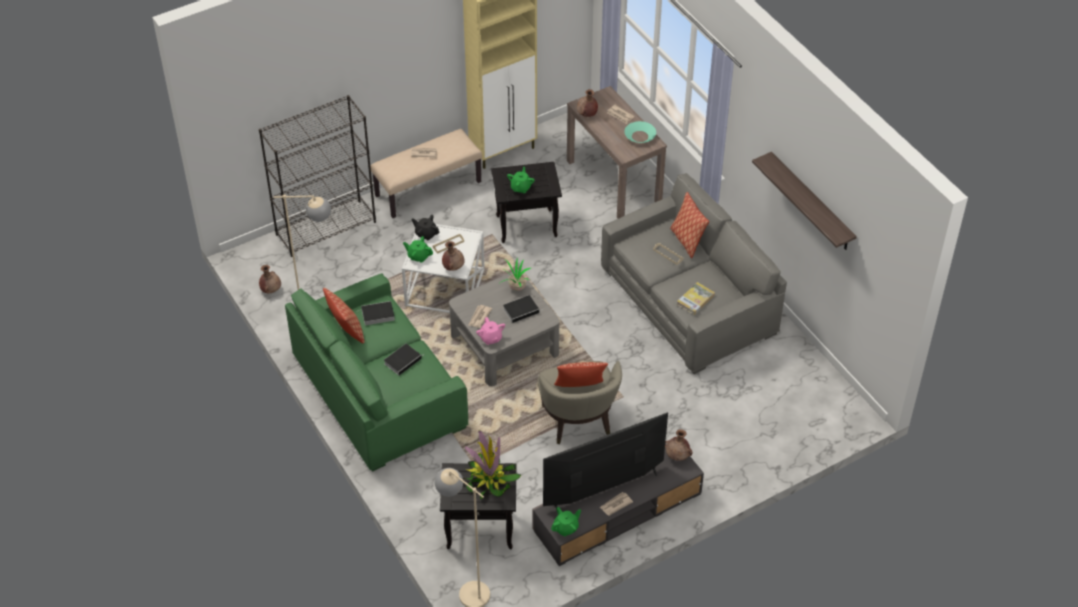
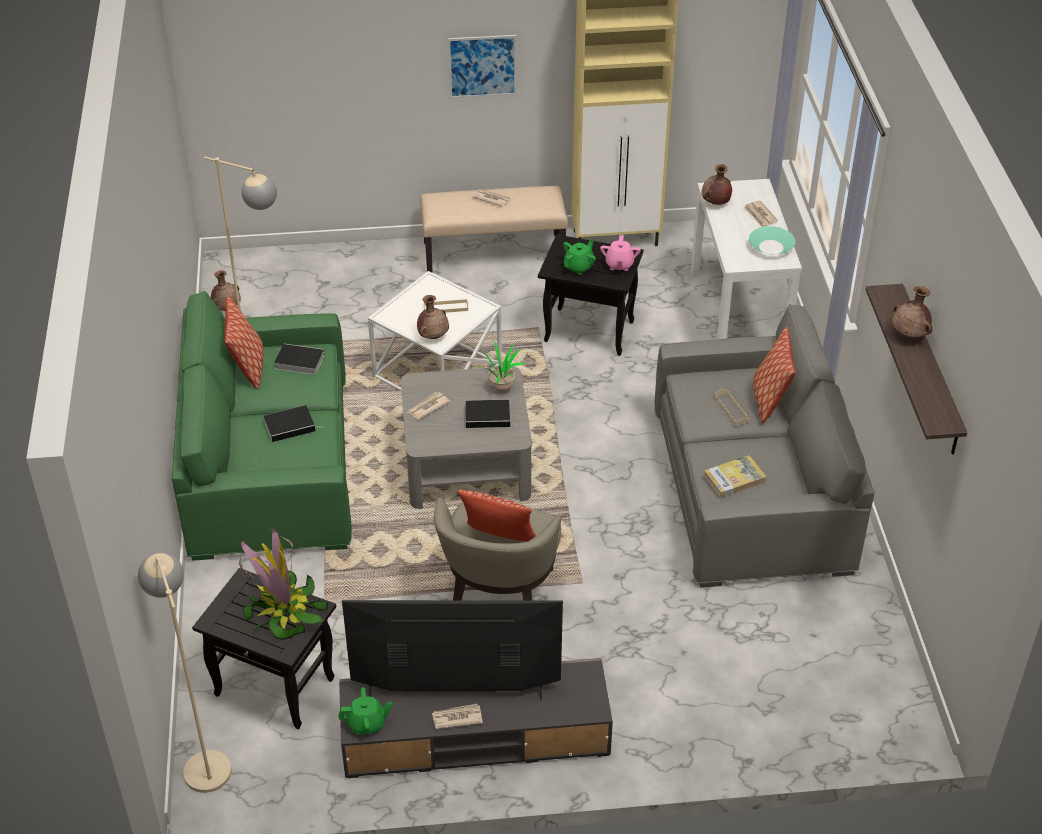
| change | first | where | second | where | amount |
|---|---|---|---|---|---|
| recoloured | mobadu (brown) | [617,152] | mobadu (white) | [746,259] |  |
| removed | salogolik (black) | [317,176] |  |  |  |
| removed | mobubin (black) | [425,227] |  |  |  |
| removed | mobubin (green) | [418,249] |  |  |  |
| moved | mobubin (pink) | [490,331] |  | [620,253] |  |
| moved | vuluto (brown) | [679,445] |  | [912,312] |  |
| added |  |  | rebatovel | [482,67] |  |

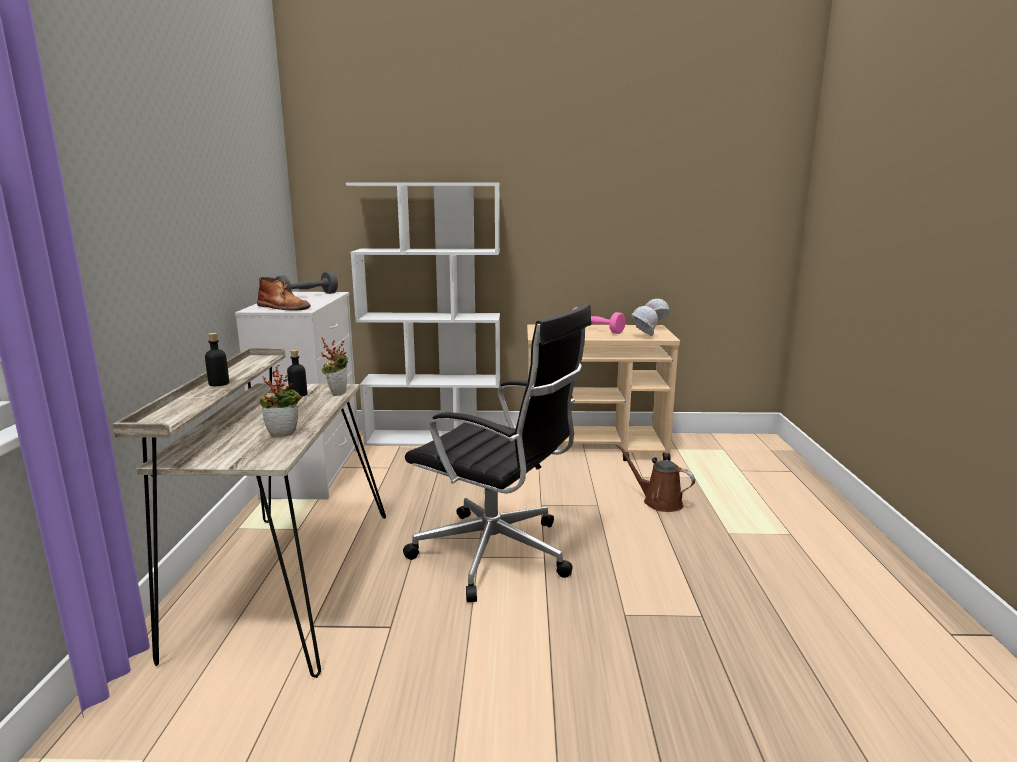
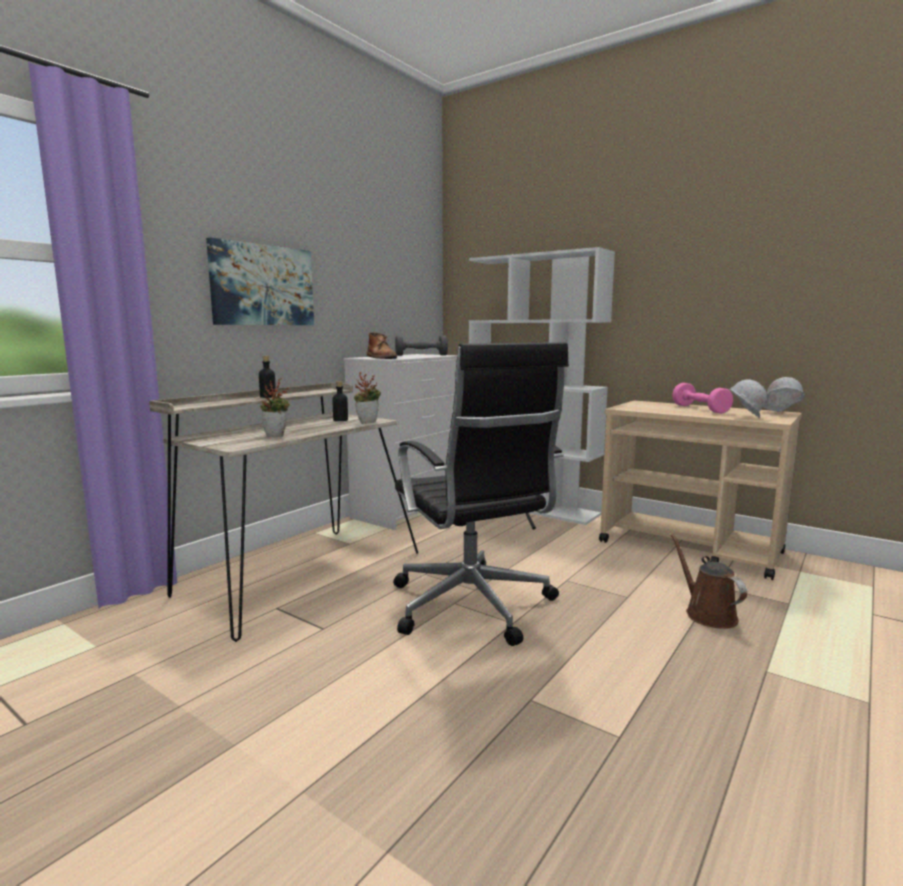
| change | first | where | second | where | amount |
|---|---|---|---|---|---|
| added |  |  | rebatovel | [260,281] |  |

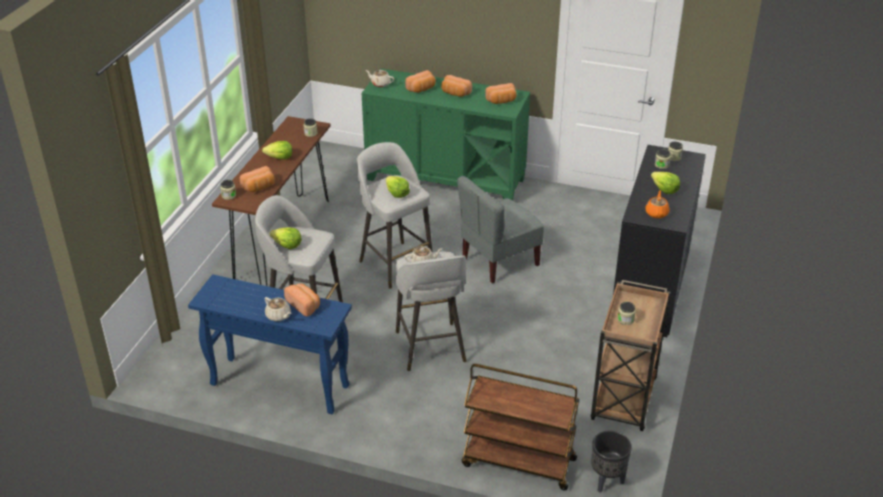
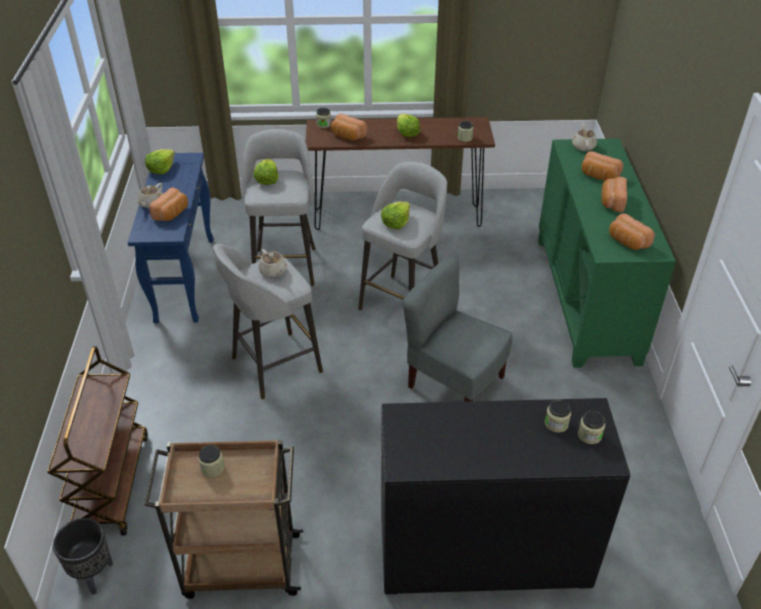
| change | first | where | second | where | amount |
|---|---|---|---|---|---|
| moved | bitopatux | [665,183] |  | [160,161] |  |
| removed | mobubin (orange) | [657,204] |  |  |  |

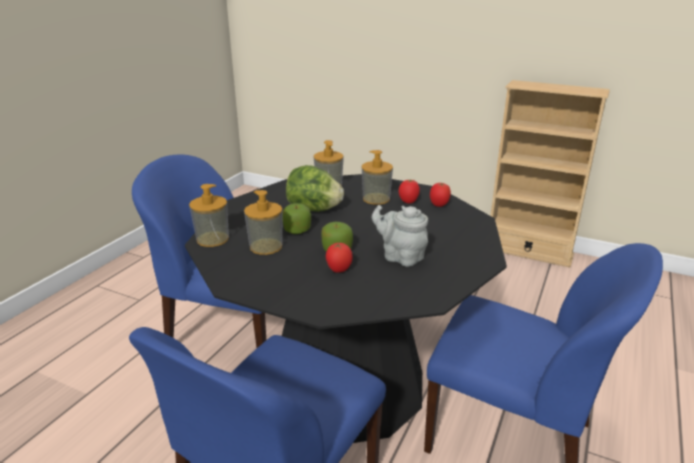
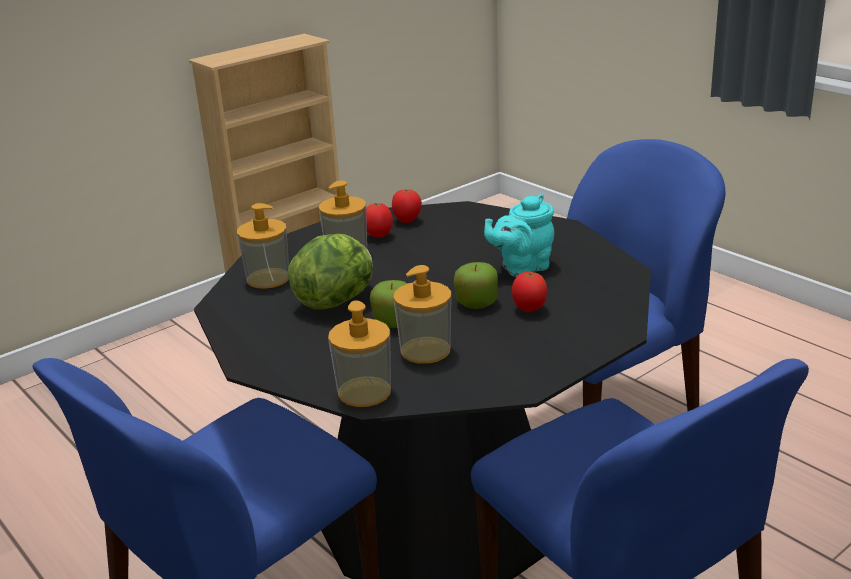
| change | first | where | second | where | amount |
|---|---|---|---|---|---|
| recoloured | mobubin (grey) | [400,236] | mobubin (turquoise) | [519,235] |  |

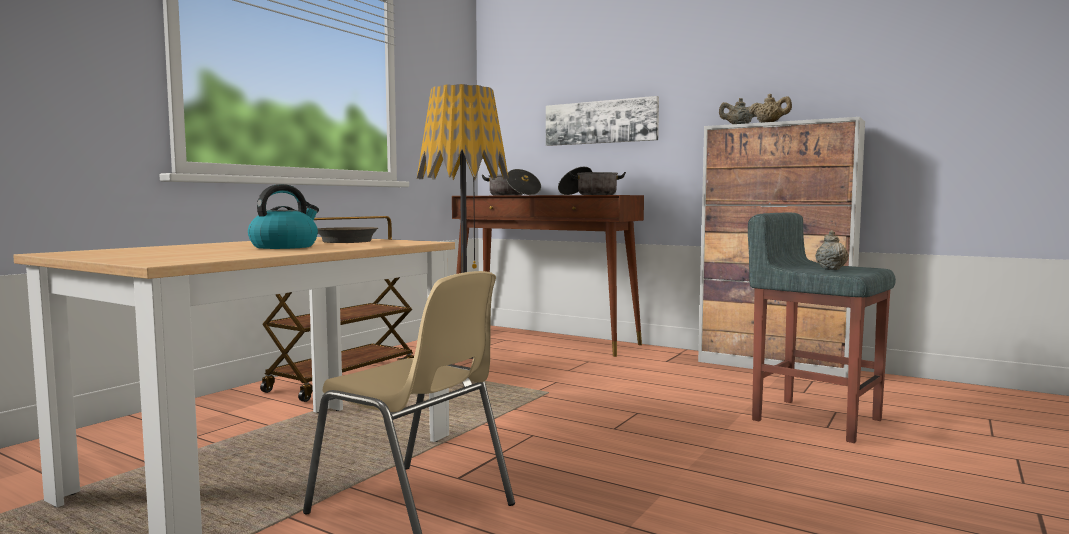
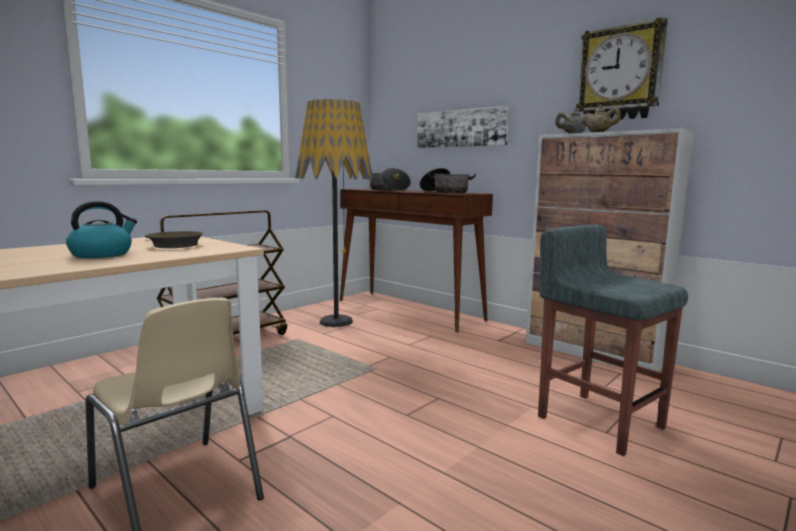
| change | first | where | second | where | amount |
|---|---|---|---|---|---|
| removed | mobubin (beige) | [832,250] |  |  |  |
| added |  |  | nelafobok | [622,68] |  |

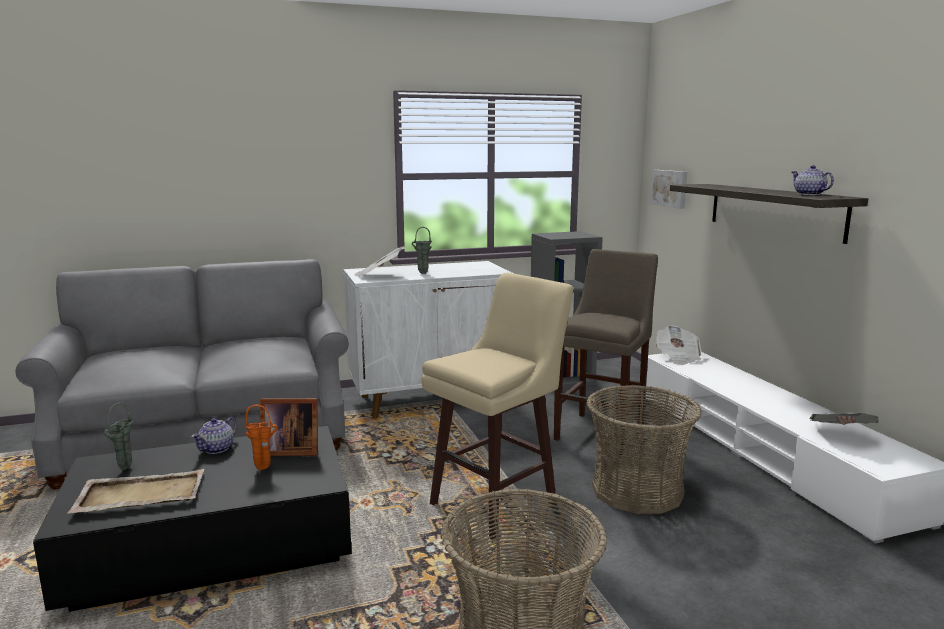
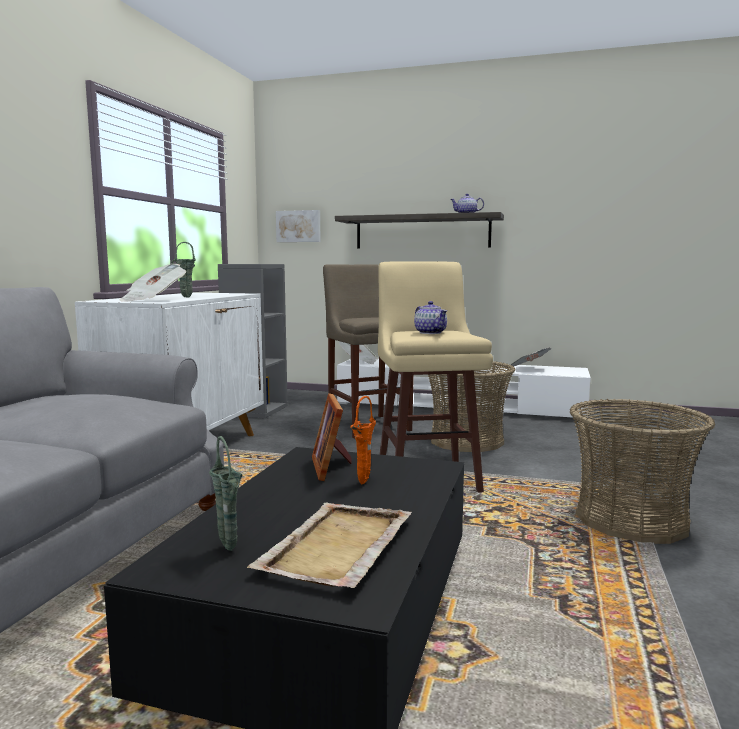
| change | first | where | second | where | amount |
|---|---|---|---|---|---|
| turned | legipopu | [289,427] |  | [332,437] | 135 degrees clockwise |
| moved | mobubin | [214,435] |  | [430,317] |  |

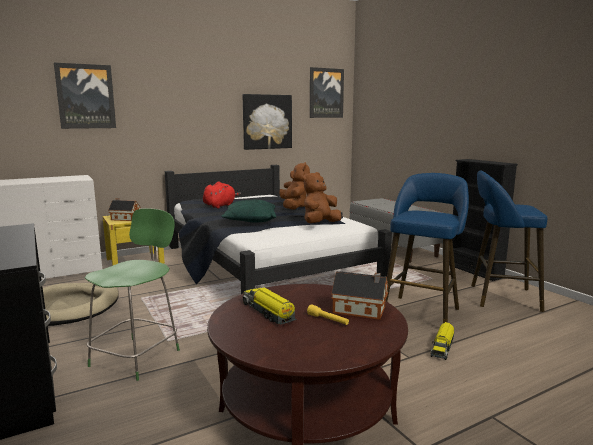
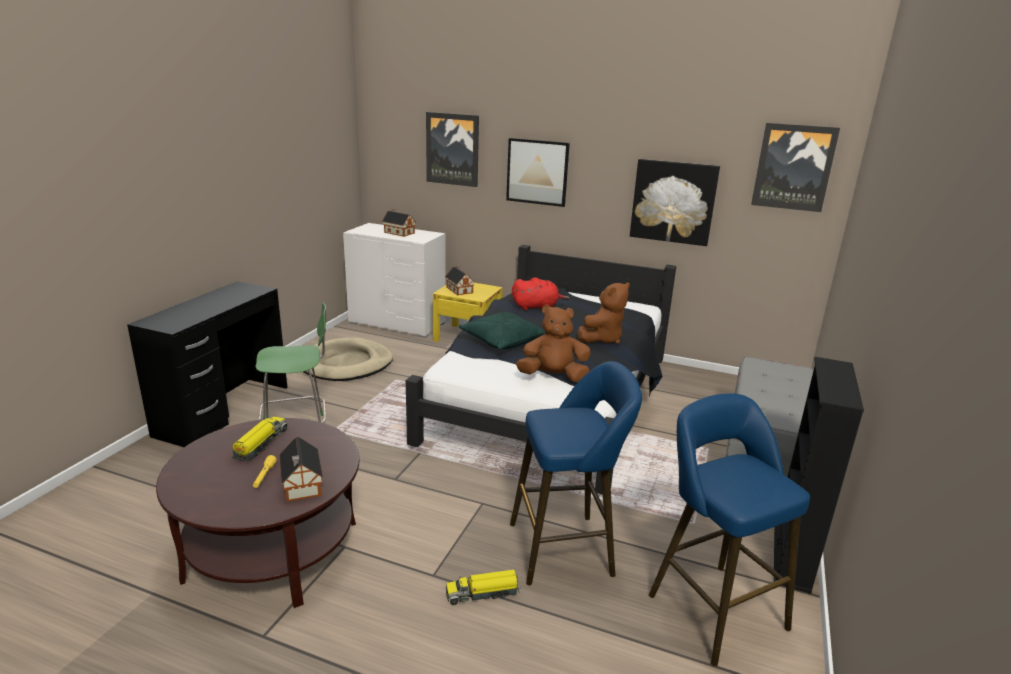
| change | first | where | second | where | amount |
|---|---|---|---|---|---|
| added |  |  | rebatovel | [538,172] |  |
| added |  |  | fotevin | [399,223] |  |

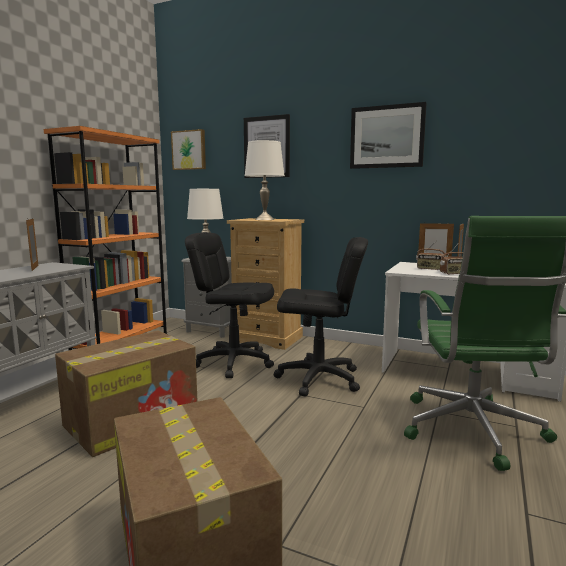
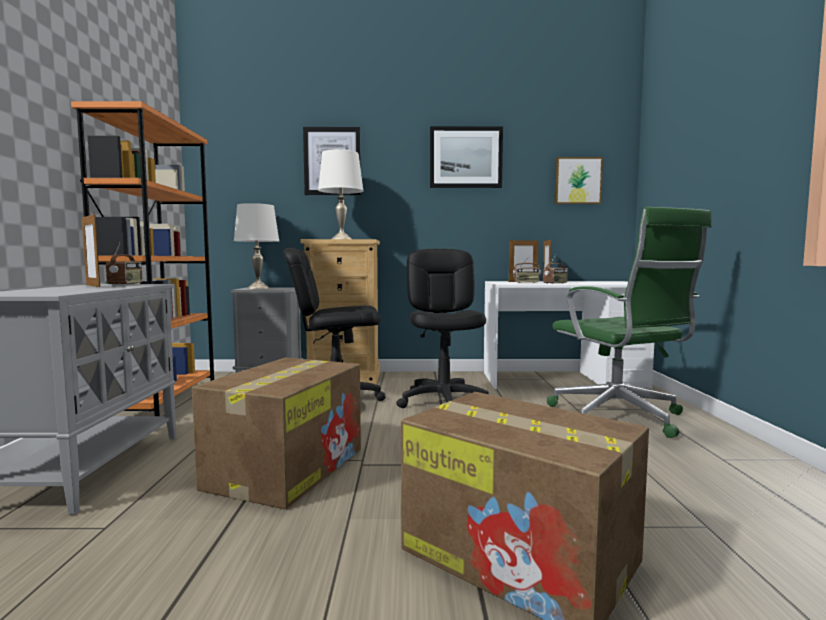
| change | first | where | second | where | amount |
|---|---|---|---|---|---|
| moved | rebatovel | [188,149] |  | [578,180] |  |
| turned | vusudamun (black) | [321,317] |  | [442,328] | 75 degrees counterclockwise |
| added |  |  | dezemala | [124,264] |  |

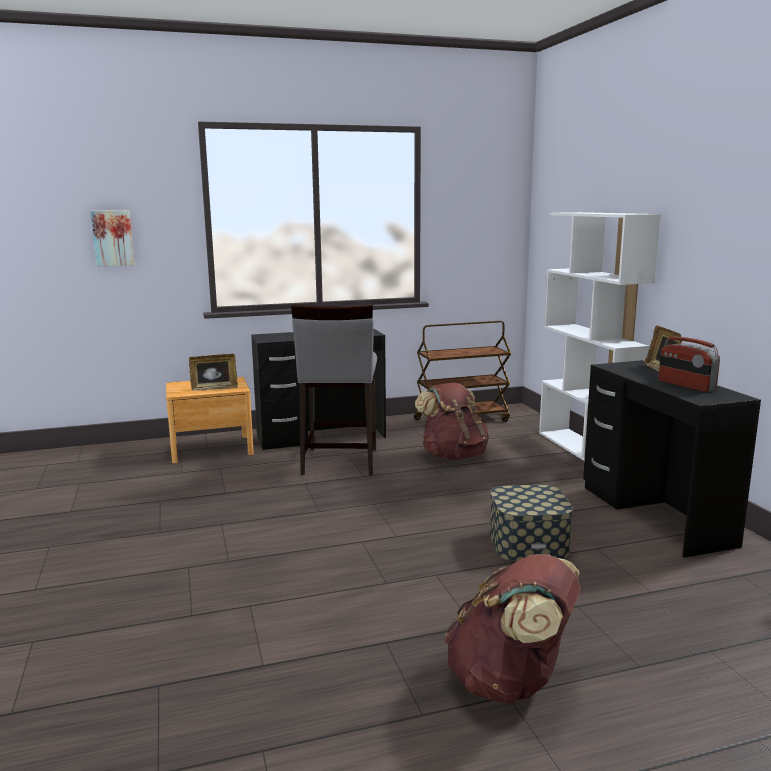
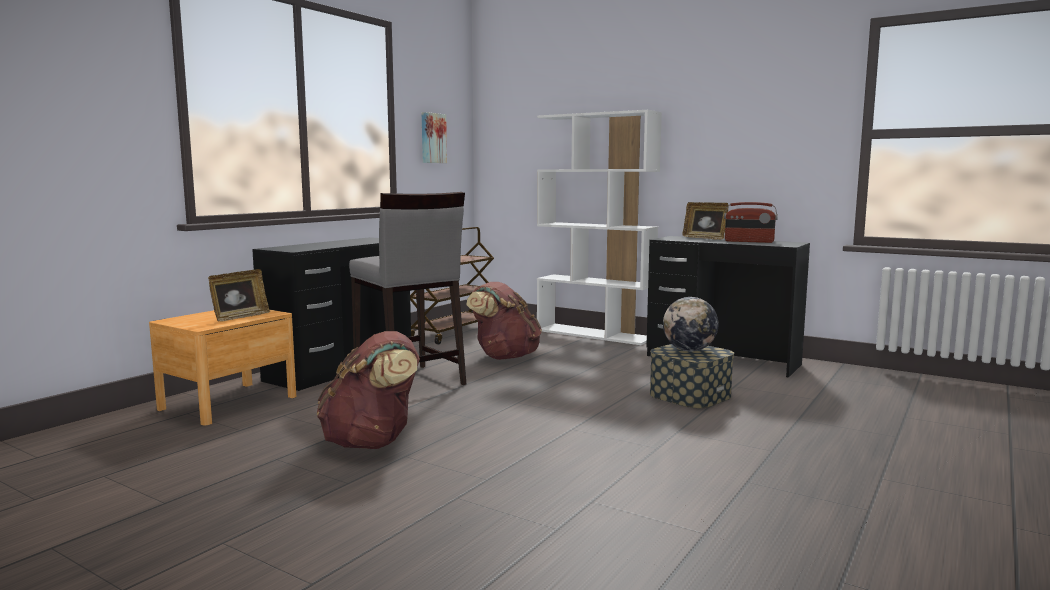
| change | first | where | second | where | amount |
|---|---|---|---|---|---|
| moved | rebatovel | [113,238] |  | [434,137] |  |
| moved | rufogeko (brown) | [512,629] |  | [368,390] |  |
| added |  |  | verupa | [691,324] |  |

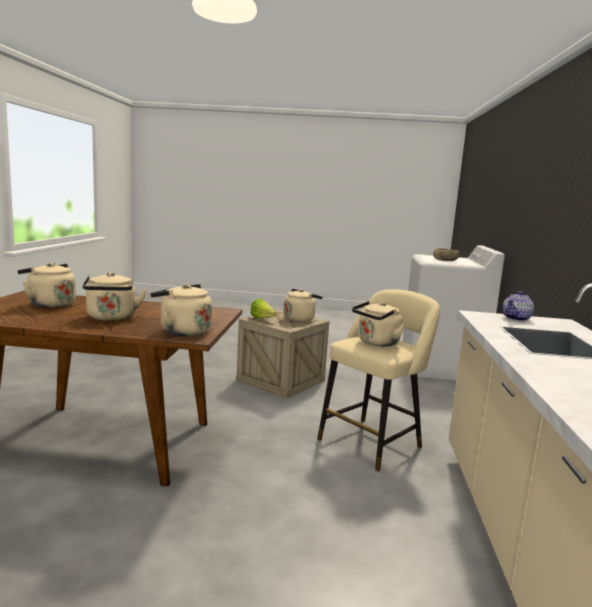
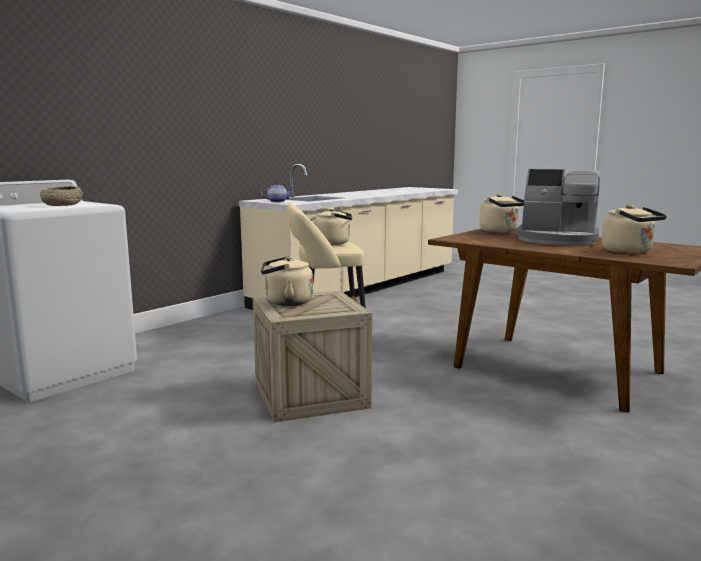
| change | first | where | second | where | amount |
|---|---|---|---|---|---|
| replaced | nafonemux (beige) | [114,296] | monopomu | [558,207] |  |
| removed | bitopatux | [263,308] |  |  |  |

